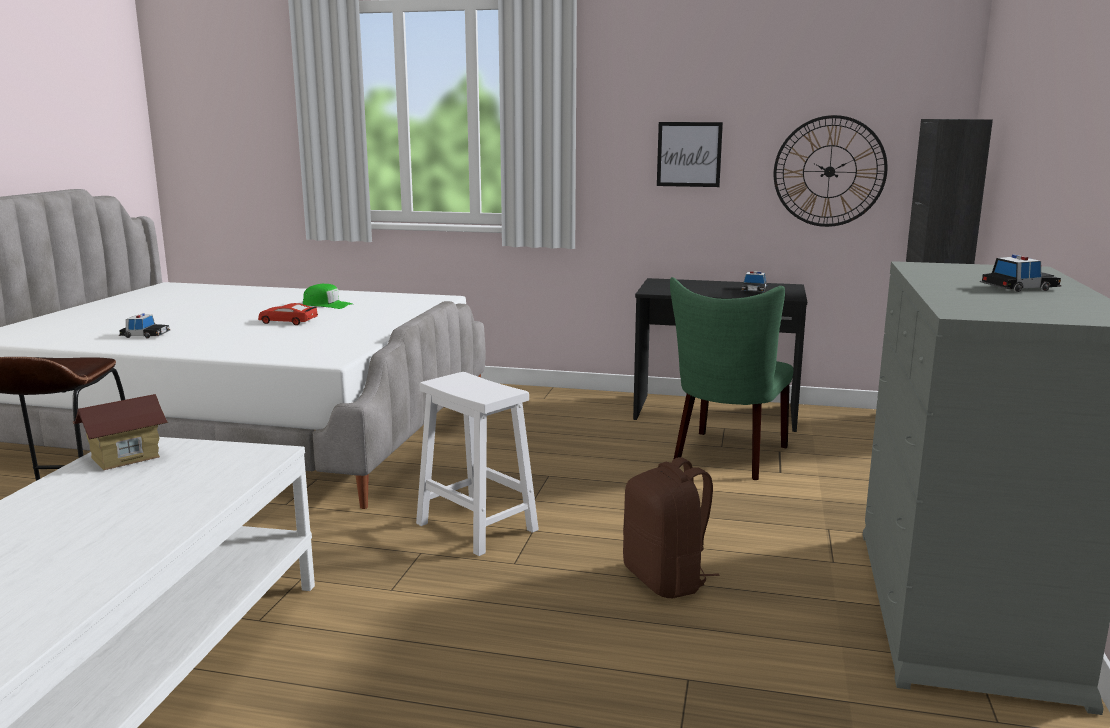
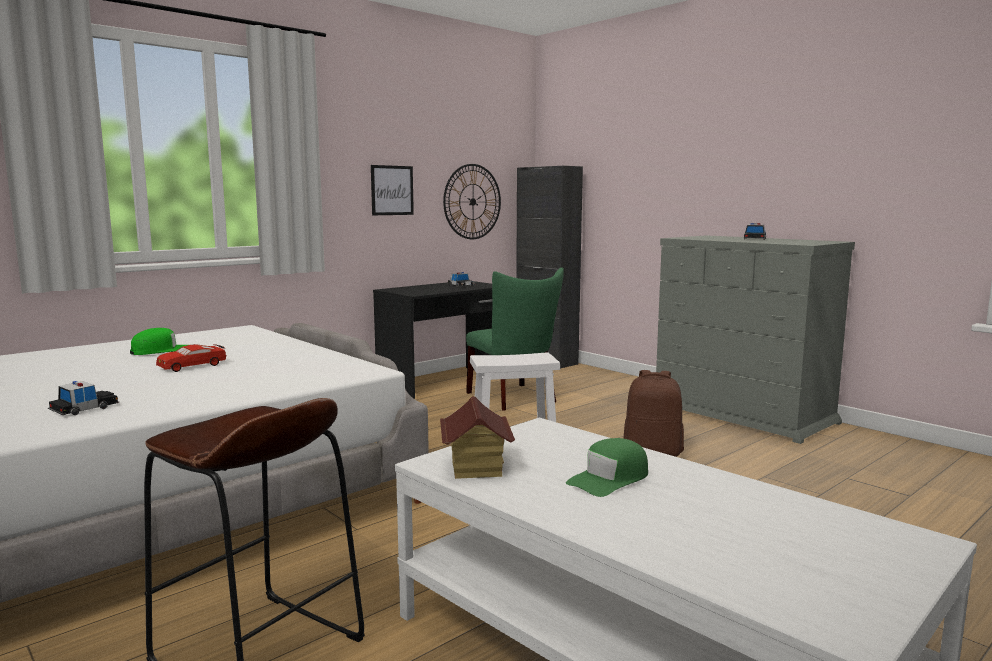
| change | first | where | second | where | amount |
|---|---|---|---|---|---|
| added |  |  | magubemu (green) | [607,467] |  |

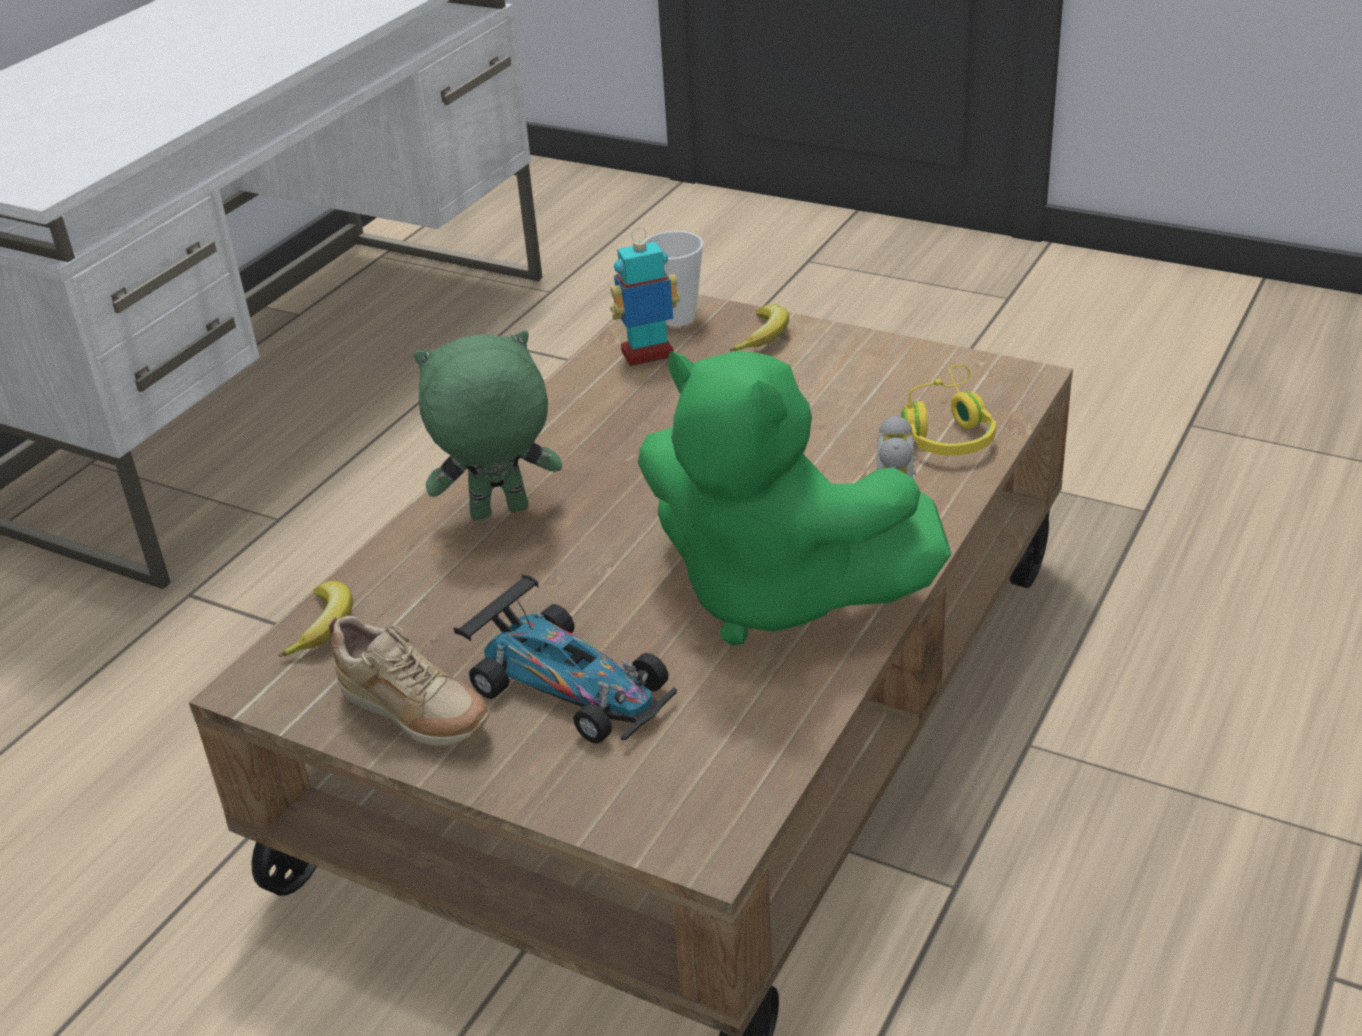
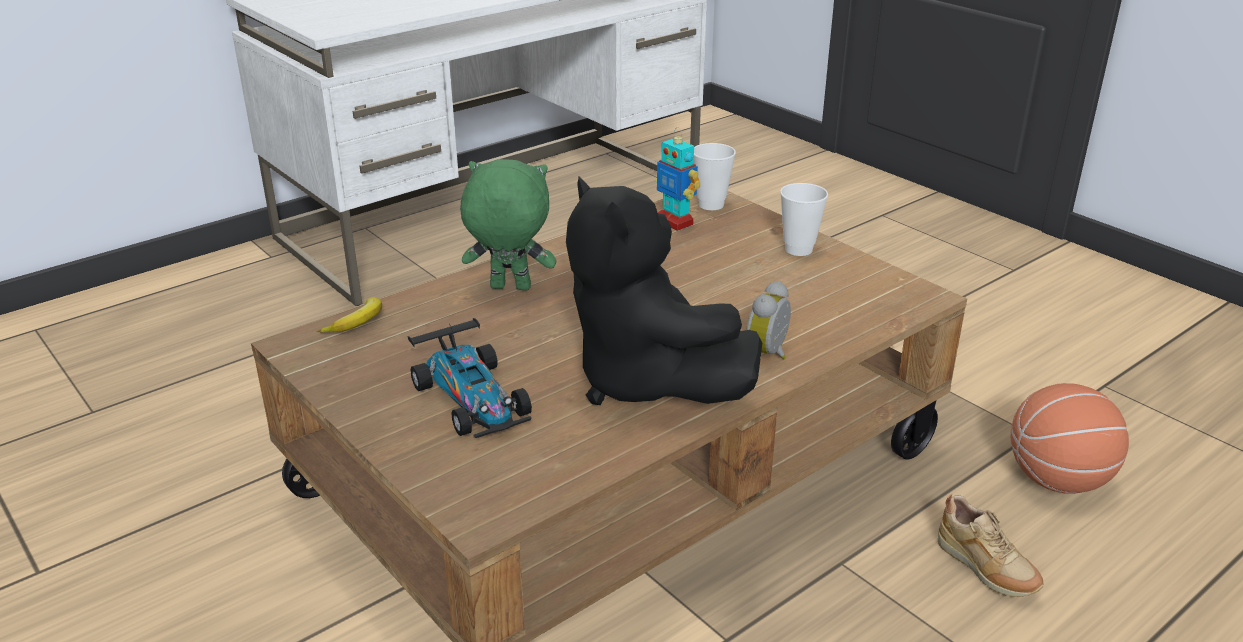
| change | first | where | second | where | amount |
|---|---|---|---|---|---|
| turned | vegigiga | [645,297] |  | [678,179] | 135 degrees counterclockwise |
| removed | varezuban | [759,327] |  |  |  |
| recoloured | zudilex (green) | [795,497] | zudilex (black) | [664,291] |  |
| removed | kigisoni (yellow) | [948,410] |  |  |  |
| moved | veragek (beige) | [409,681] |  | [991,545] |  |
| added |  |  | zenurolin | [804,219] |  |
| added |  |  | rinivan | [1069,438] |  |

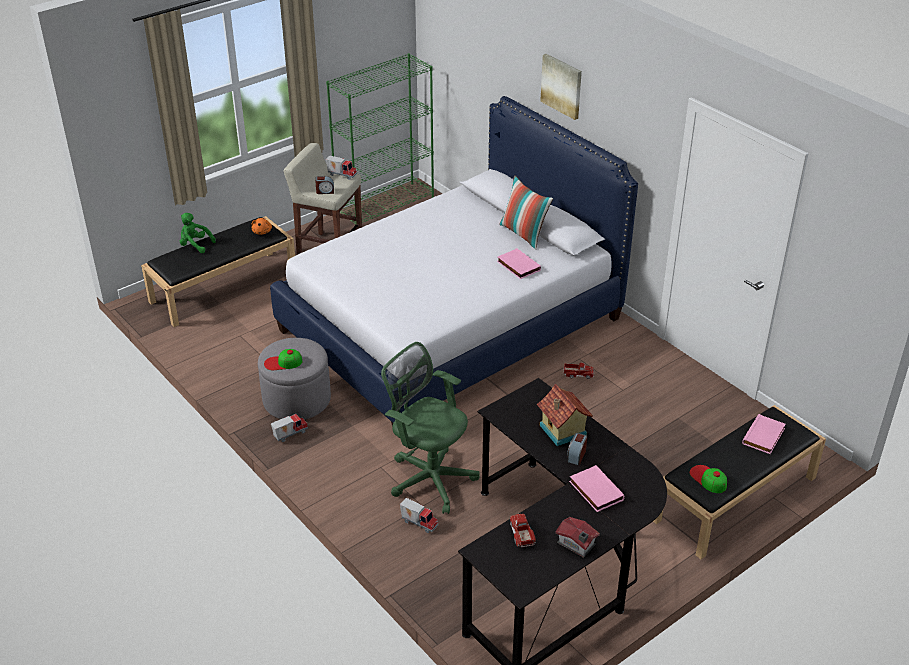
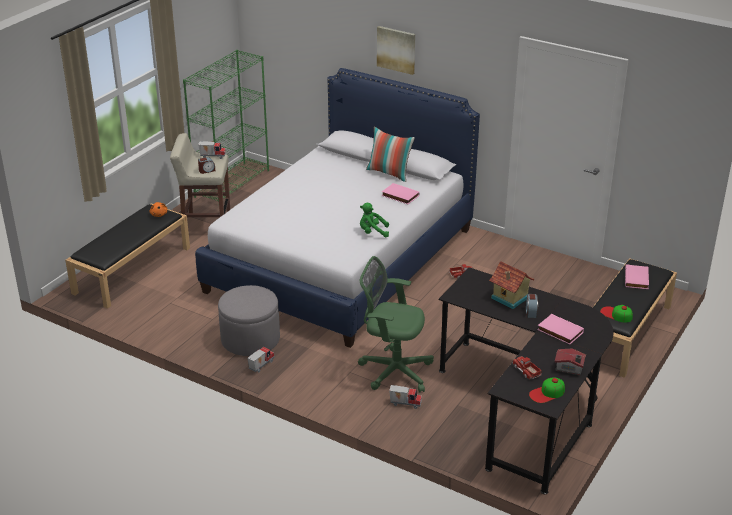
| change | first | where | second | where | amount |
|---|---|---|---|---|---|
| moved | zudilex (green) | [198,233] |  | [374,219] |  |
| moved | magubemu | [283,359] |  | [547,390] |  |

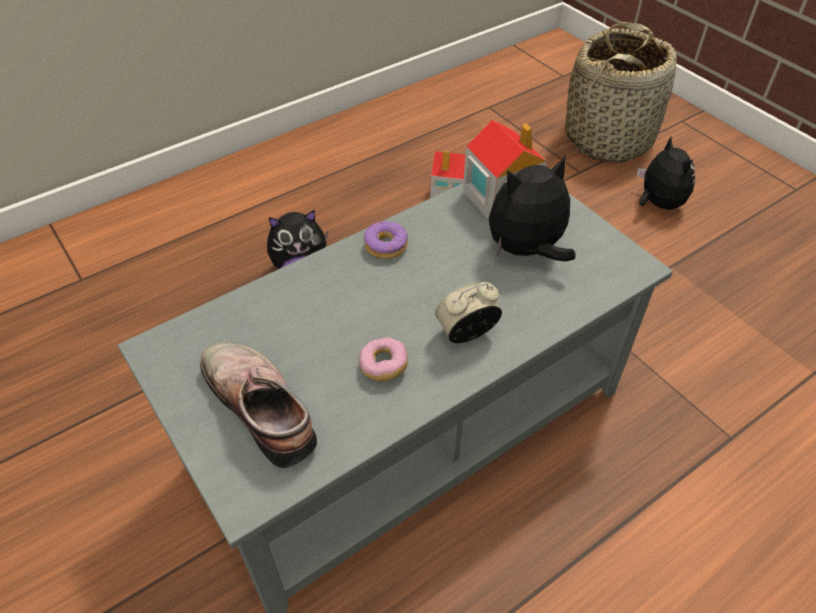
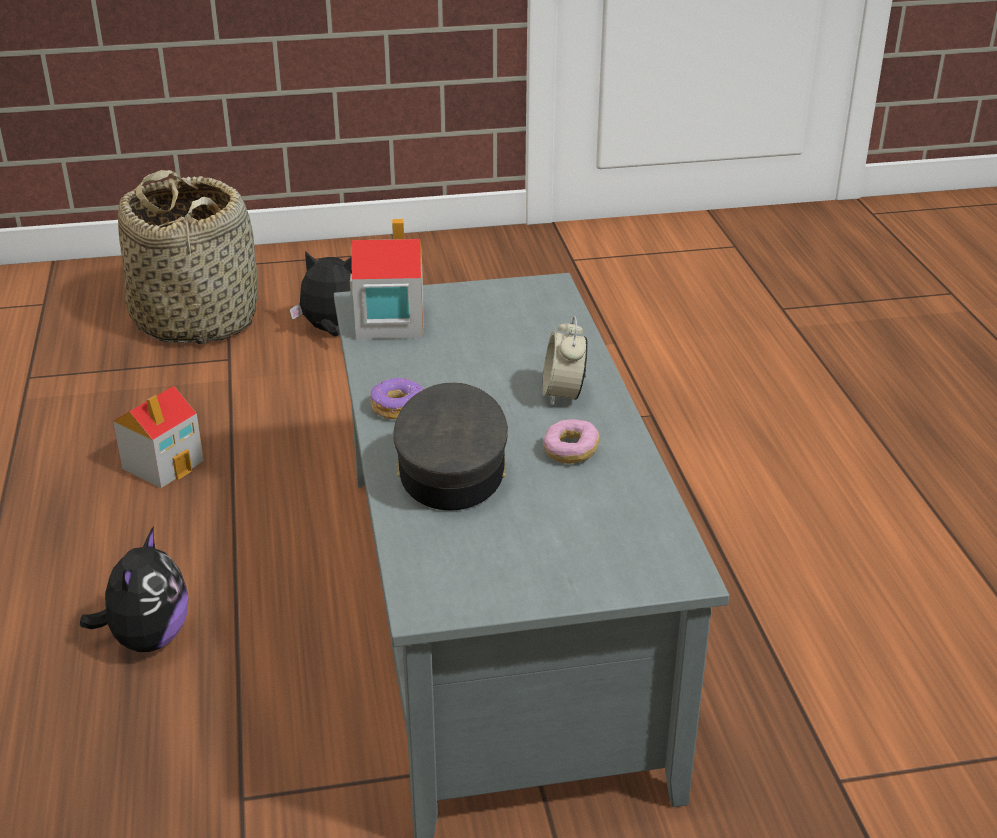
| change | first | where | second | where | amount |
|---|---|---|---|---|---|
| removed | zudilex | [532,208] |  |  |  |
| removed | veragek | [258,405] |  |  |  |
| added |  |  | magubemu (grey) | [450,446] |  |

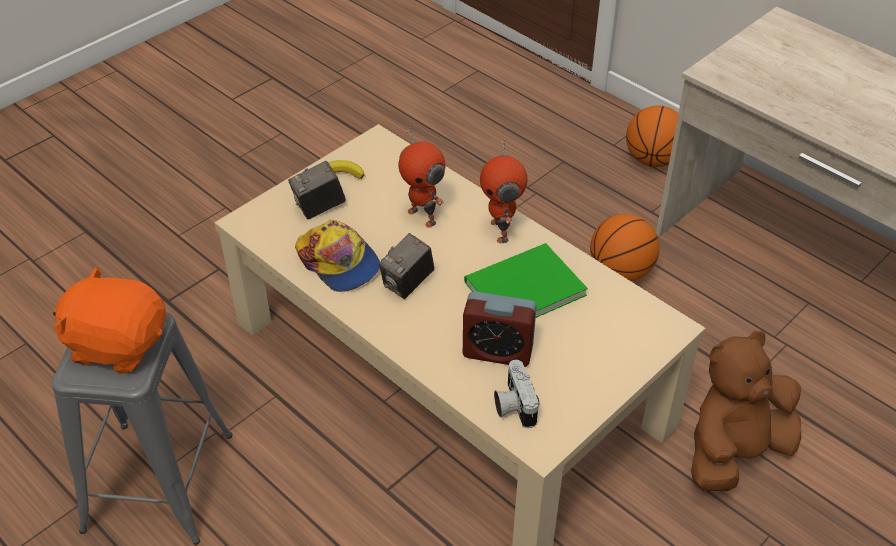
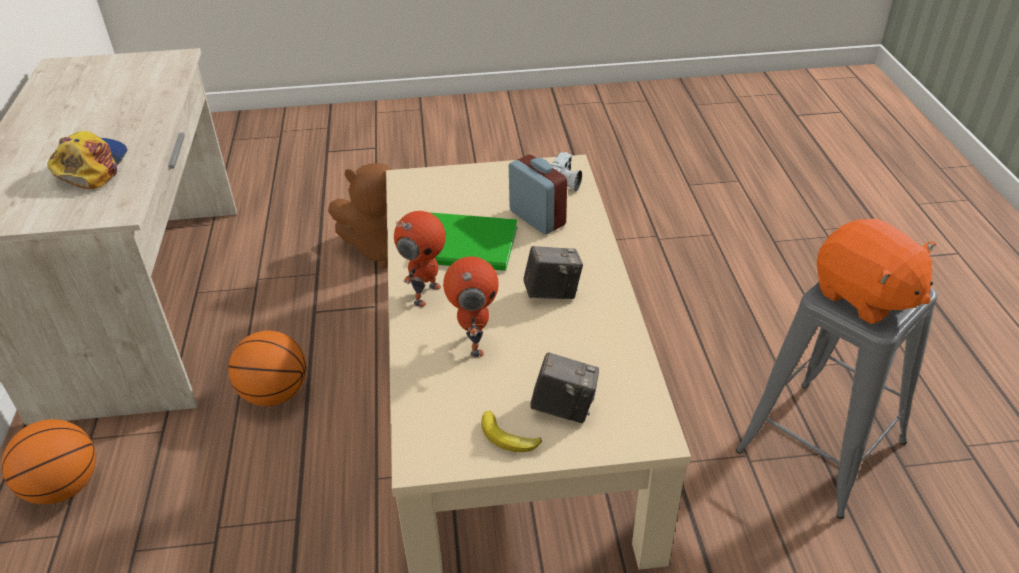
| change | first | where | second | where | amount |
|---|---|---|---|---|---|
| moved | magubemu | [337,256] |  | [87,160] |  |

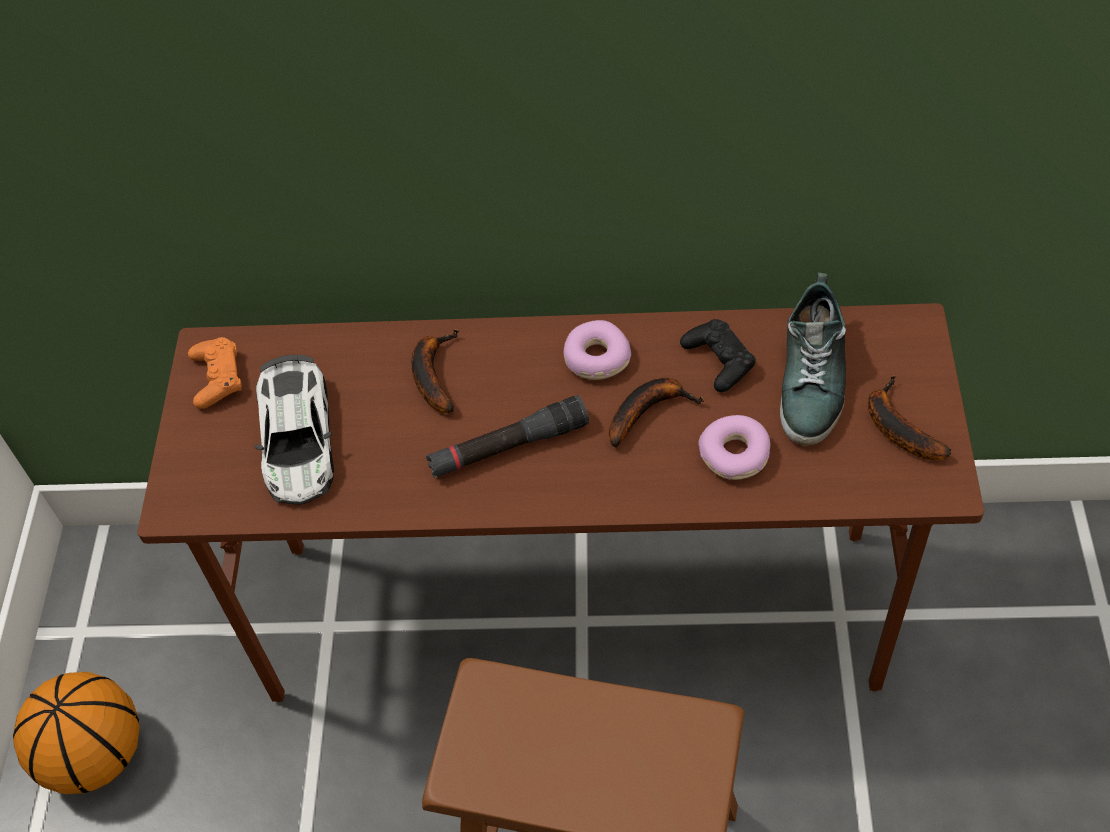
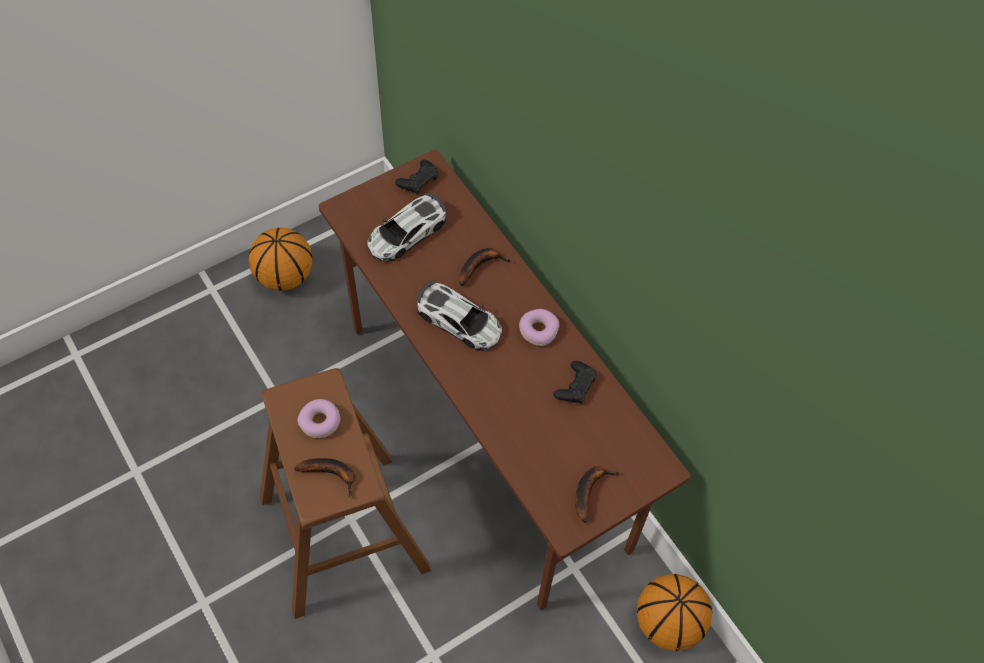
| change | first | where | second | where | amount |
|---|---|---|---|---|---|
| removed | veragek | [813,359] |  |  |  |
| recoloured | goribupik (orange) | [215,373] | goribupik (black) | [416,177] |  |
| moved | varezuban | [656,413] |  | [324,478] |  |
| replaced | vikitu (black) | [507,436] | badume | [459,315] |  |
| moved | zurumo | [734,447] |  | [319,418] |  |
| added |  |  | rinivan | [675,612] |  |

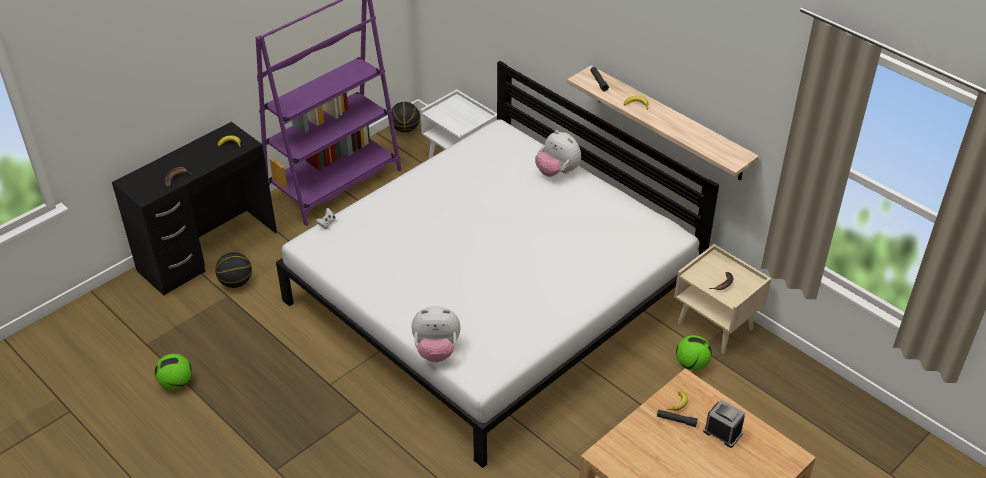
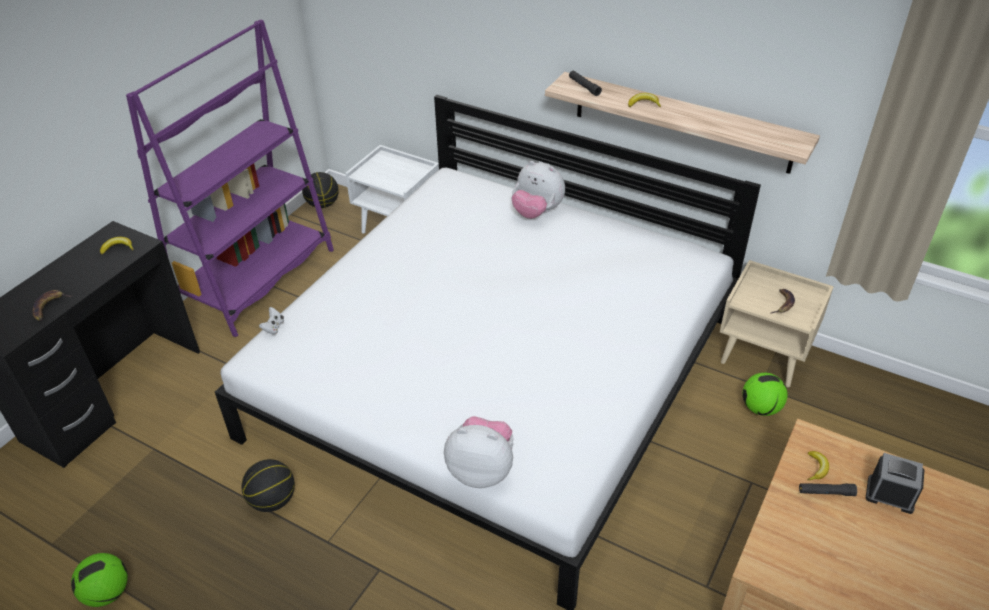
| change | first | where | second | where | amount |
|---|---|---|---|---|---|
| moved | rinivan | [233,270] |  | [268,485] |  |
| turned | zudilex | [436,334] |  | [479,452] | 150 degrees counterclockwise |

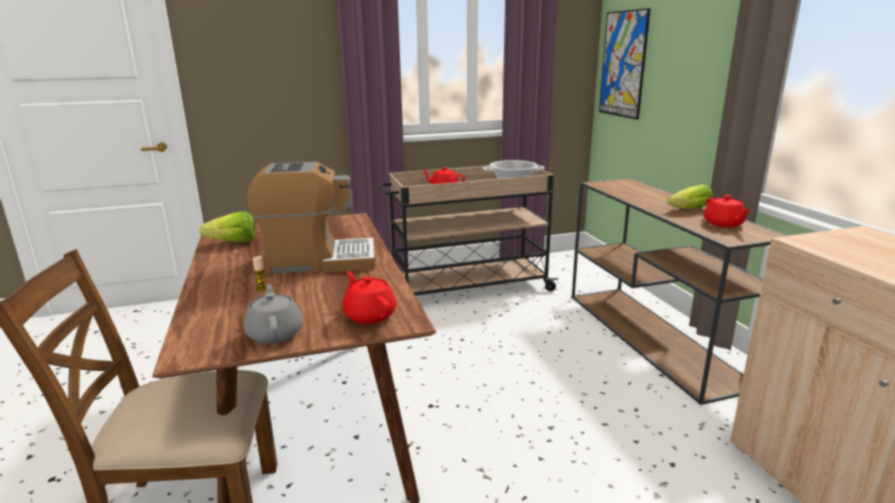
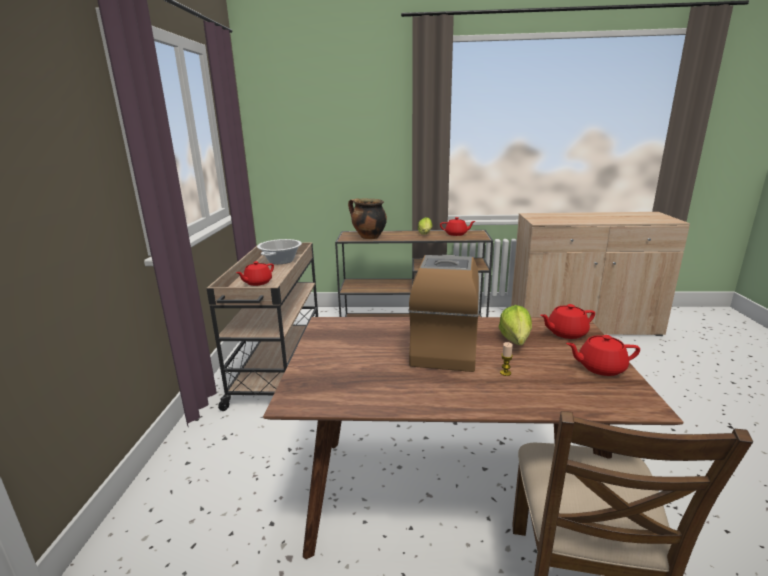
| change | first | where | second | where | amount |
|---|---|---|---|---|---|
| removed | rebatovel | [625,64] |  |  |  |
| moved | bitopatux | [227,227] |  | [515,325] |  |
| recoloured | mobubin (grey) | [273,314] | mobubin (red) | [603,355] |  |
| added |  |  | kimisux | [367,218] |  |

